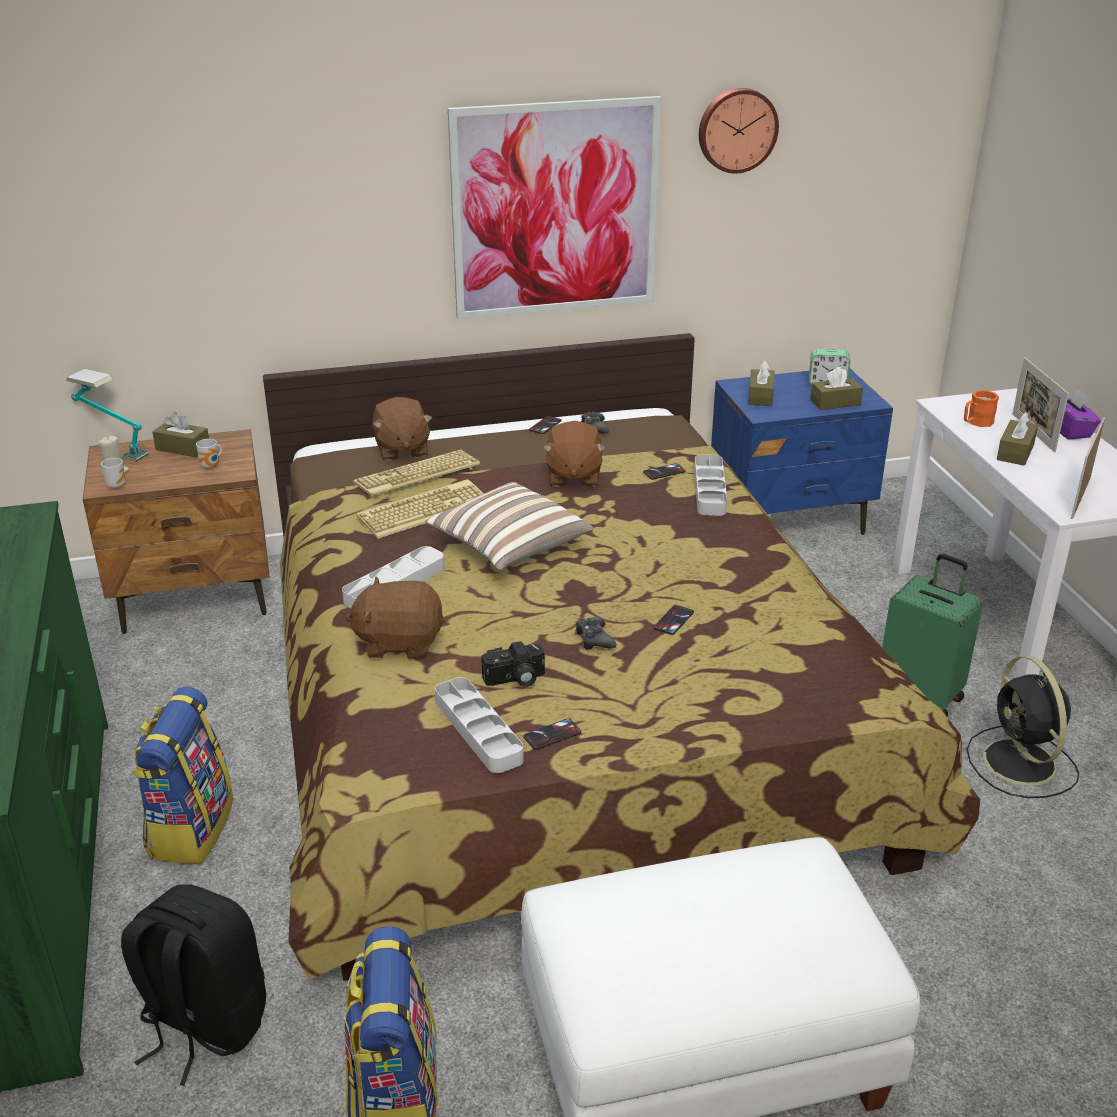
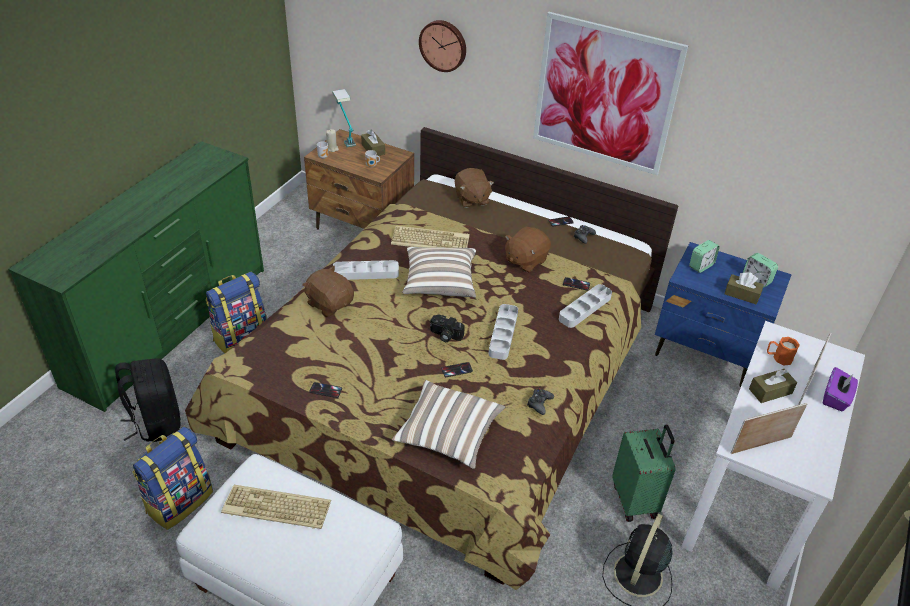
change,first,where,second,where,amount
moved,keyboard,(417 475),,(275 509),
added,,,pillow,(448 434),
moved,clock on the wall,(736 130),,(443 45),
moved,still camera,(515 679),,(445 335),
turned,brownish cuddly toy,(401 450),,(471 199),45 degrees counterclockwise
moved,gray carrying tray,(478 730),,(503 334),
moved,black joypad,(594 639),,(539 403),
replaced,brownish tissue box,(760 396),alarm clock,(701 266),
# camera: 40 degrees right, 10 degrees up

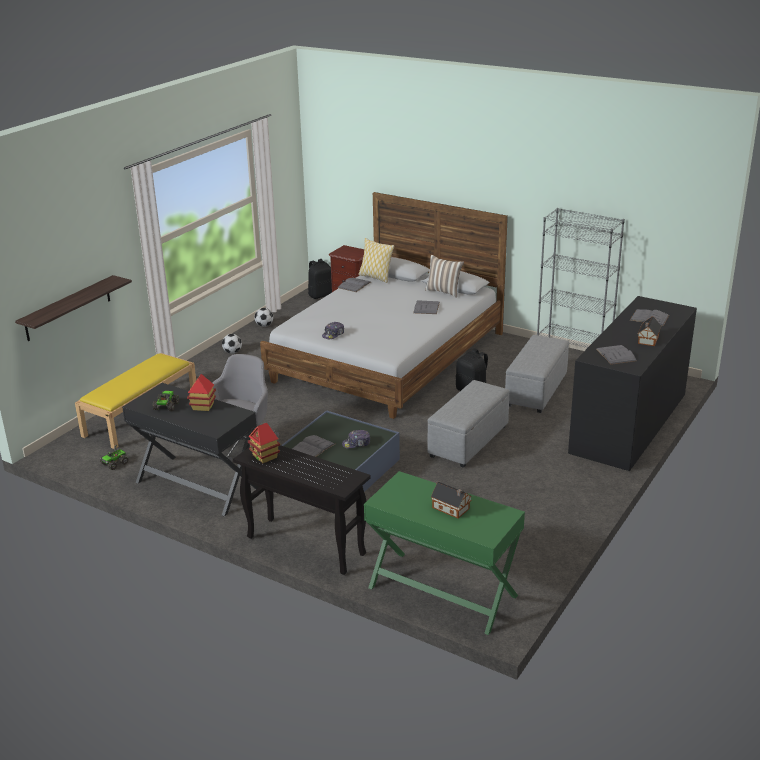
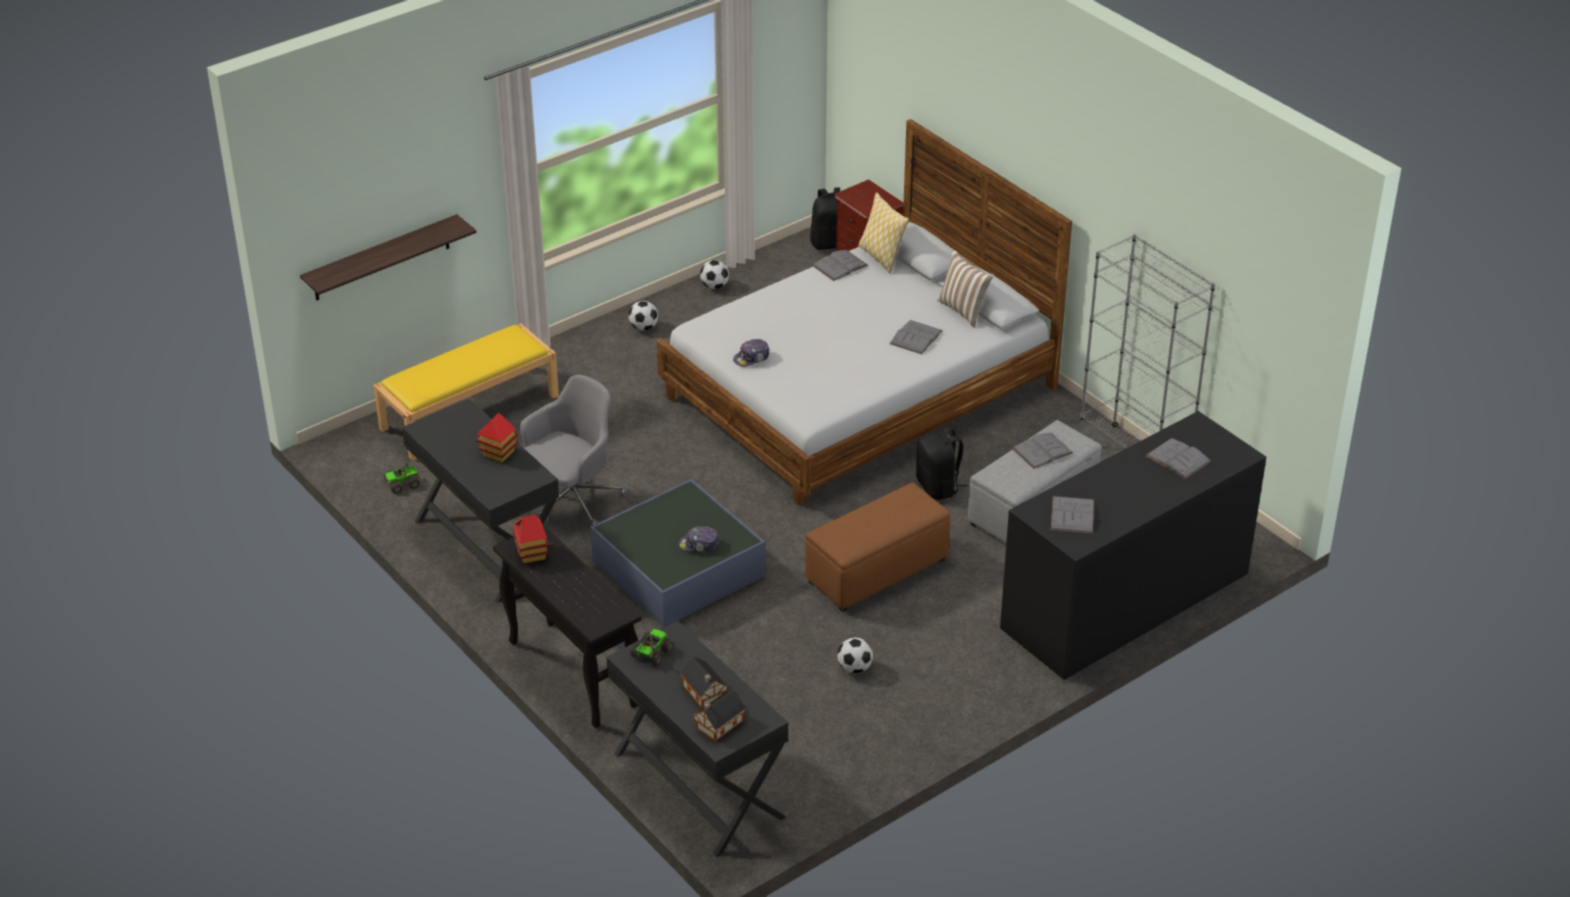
change,first,where,second,where,amount
recoloured,green-coloured desk,(442 592),black desk,(697 785),
moved,toy truck,(166 406),,(651 654),
moved,toy house,(647 340),,(718 725),
recoloured,gray footrest,(468 441),brownish footrest,(876 571),
added,,,football ball,(854 668),
moved,gray volume,(313 447),,(1042 451),
# camera: 20 degrees right, 10 degrees up

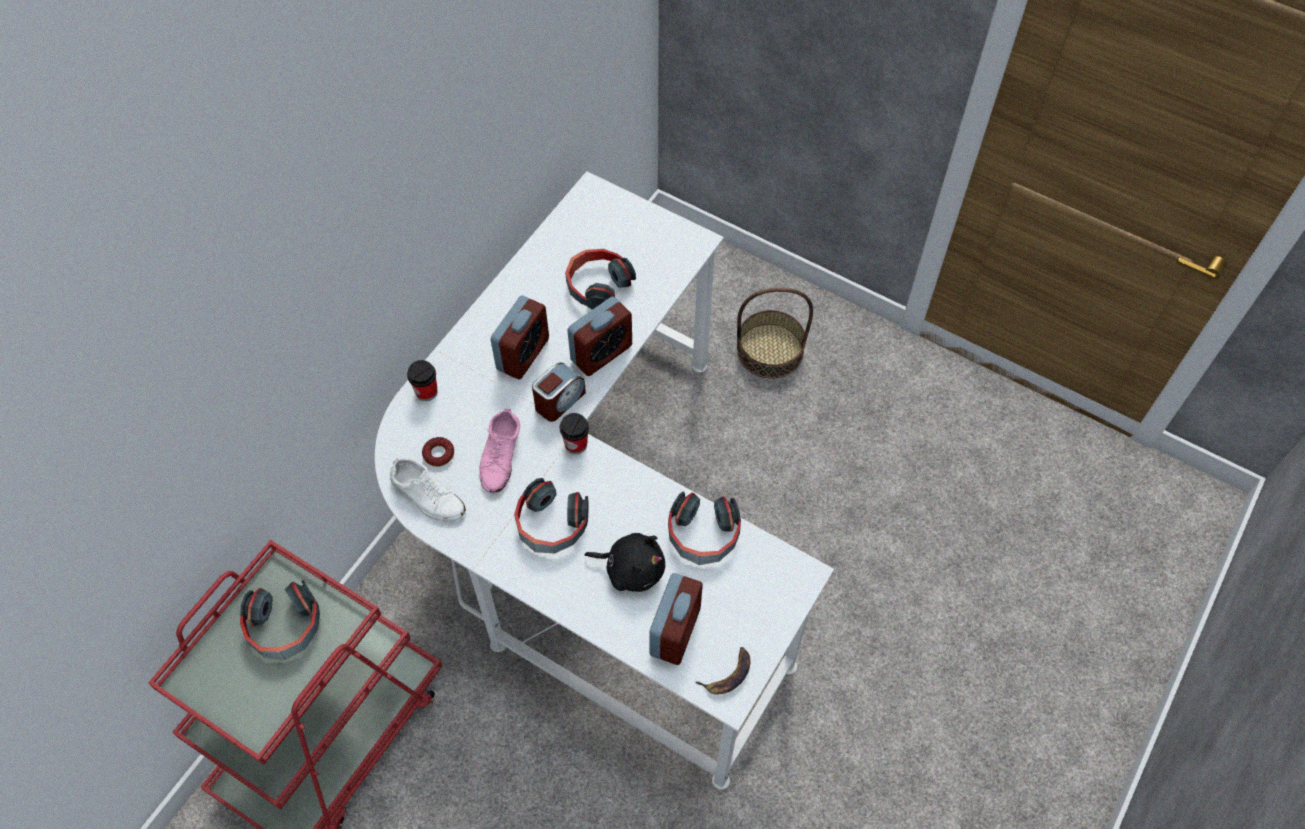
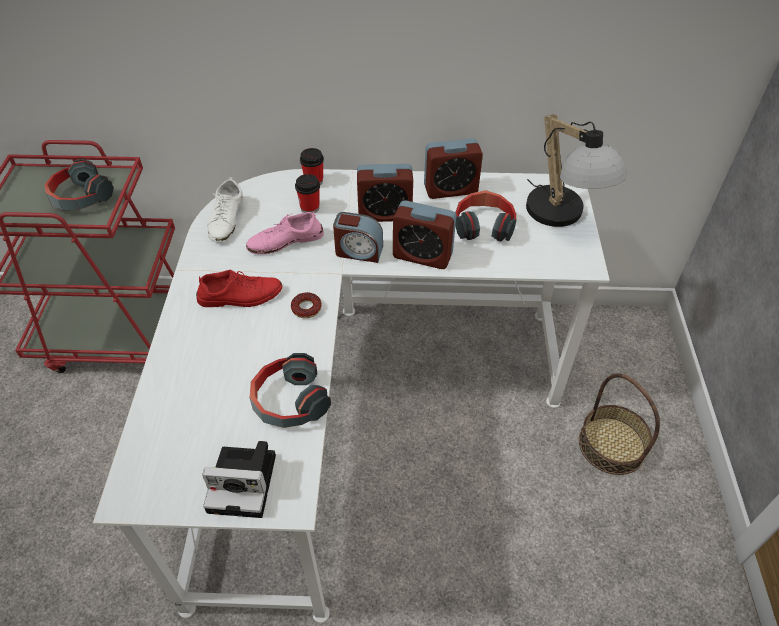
change,first,where,second,where,amount
replaced,headphones,(551 525),red-coloured item of footwear,(240 296),
added,,,still camera,(245 482),
moved,doughnut,(439 454),,(306 308),
moved,small cup,(576 444),,(310 208),
moved,alarm clock,(675 631),,(450 189),
added,,,table lamp,(563 218),
removed,black cuddly toy,(631 569),,,
removed,whole banana,(728 674),,,
# camera: 60 degrees right, 10 degrees down

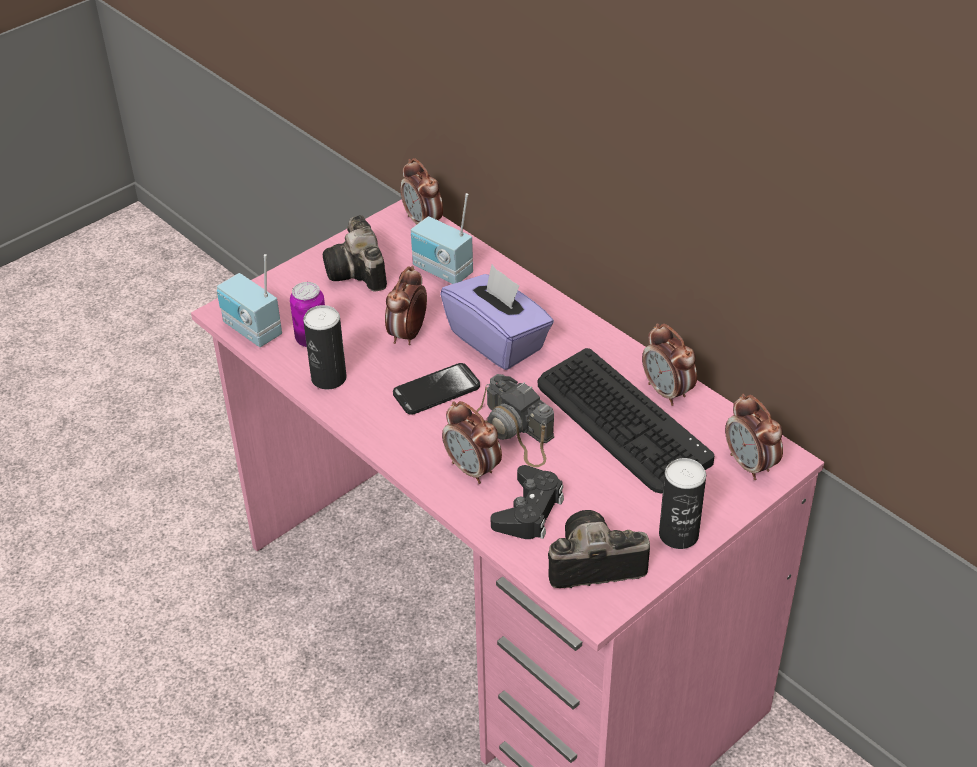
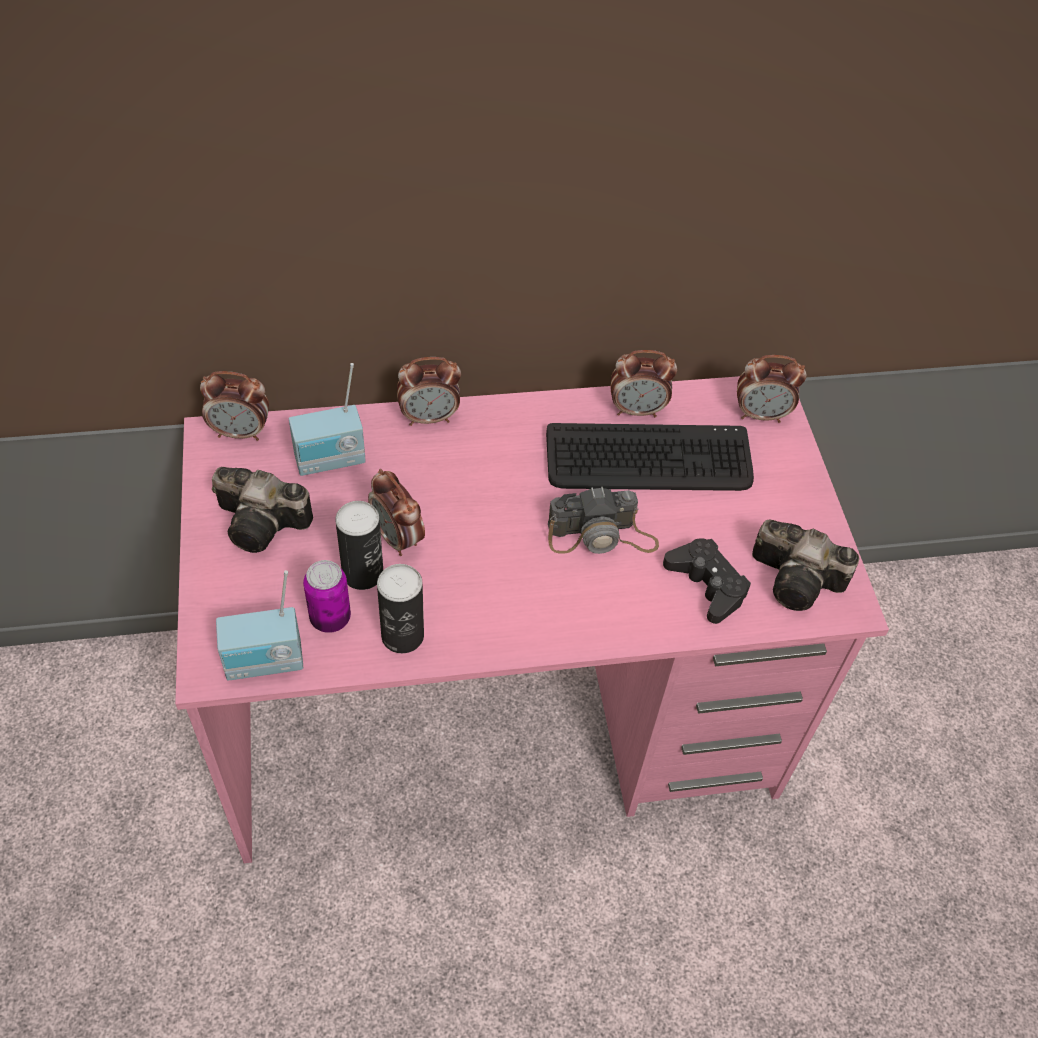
change,first,where,second,where,amount
moved,metal can,(678 535),,(362 573),
moved,alarm clock,(473 470),,(429 417),
turned,still camera,(589 565),,(799 581),90 degrees counterclockwise
removed,handset,(436 390),,,
removed,purple-coloured tissue box,(498 341),,,
# camera: 60 degrees left, 10 degrees up

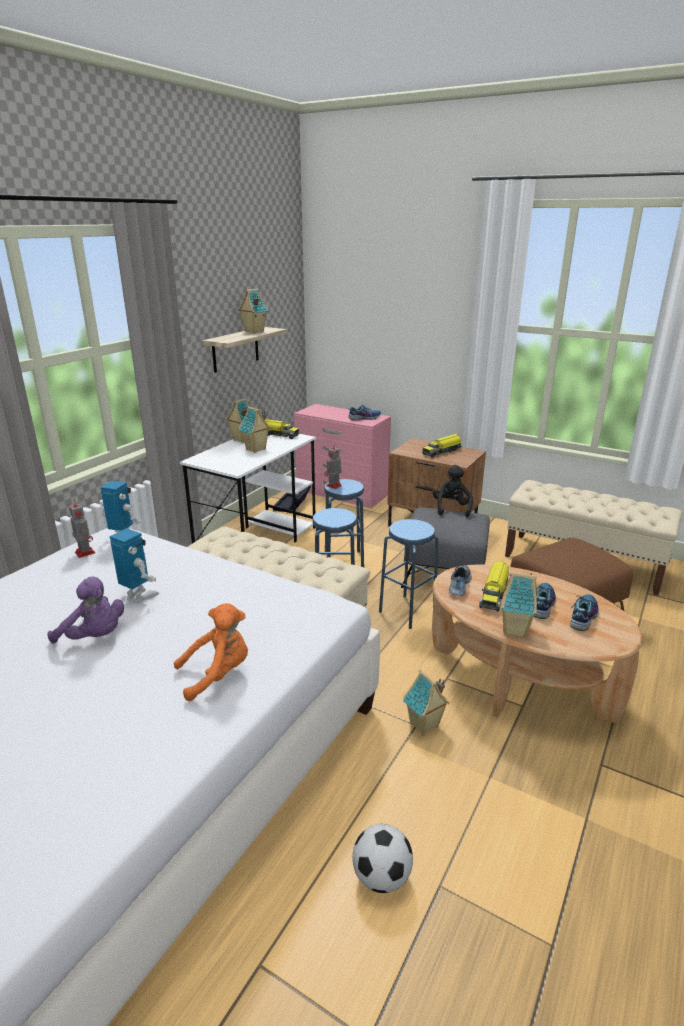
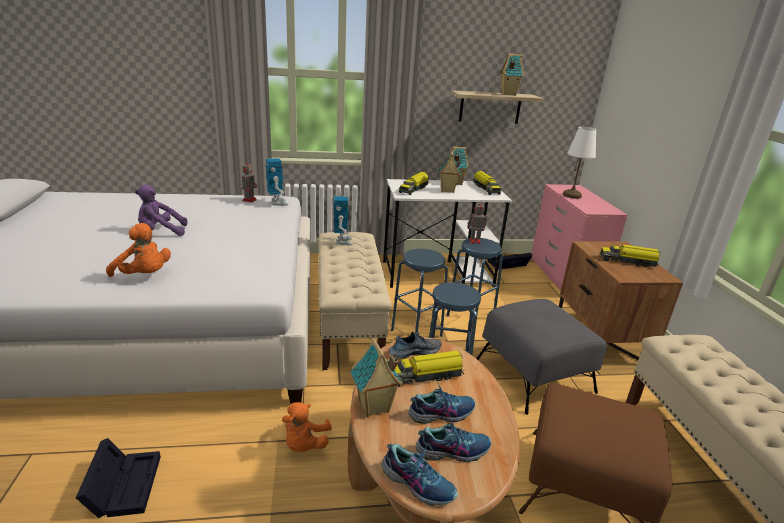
change,first,where,second,where,amount
replaced,football ball,(381 877),black storage box,(124 484),
turned,purple-coloured cuddly toy,(94 637),,(161 232),90 degrees clockwise
replaced,toy house,(424 726),orange cuddly toy,(304 444),
moved,model robot,(139 596),,(342 241),
moved,item of footwear,(364 418),,(418 483),
added,,,toy truck,(414 189),
added,,,whitish table lamp,(572 195),
removed,black cuddly toy,(451 508),,,
# camera: 50 degrees right, 0 degrees up

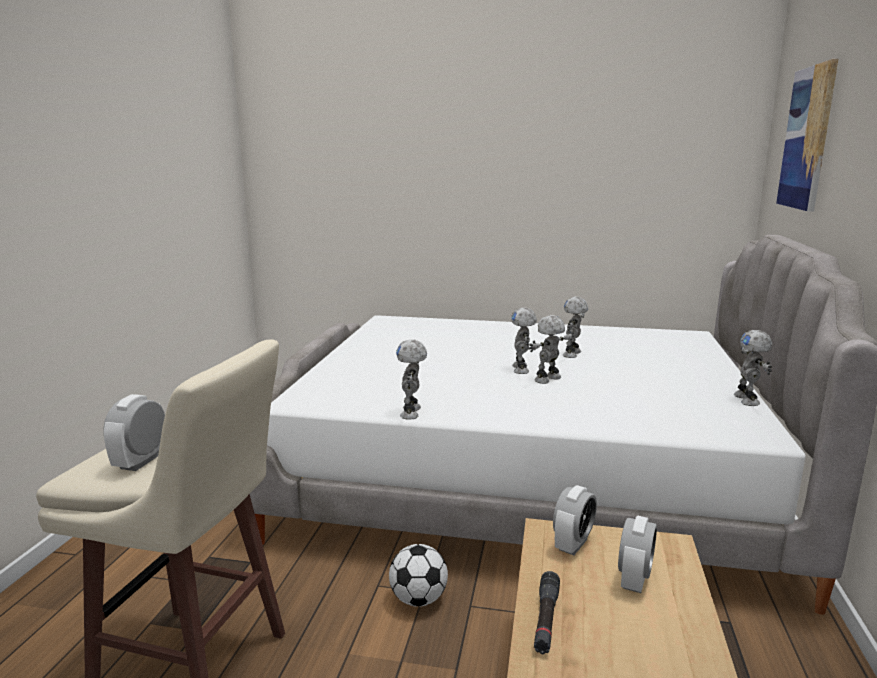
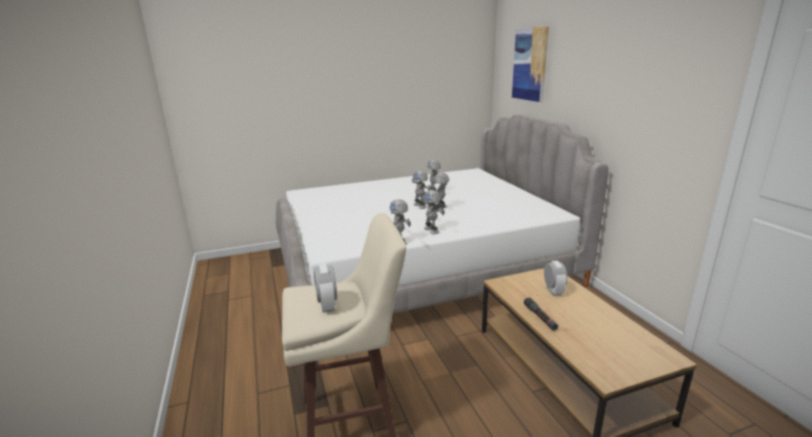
change,first,where,second,where,amount
moved,model robot,(747 400),,(432 230),
removed,football ball,(418 599),,,
removed,alarm clock,(573 544),,,
# camera: 30 degrees left, 5 degrees up

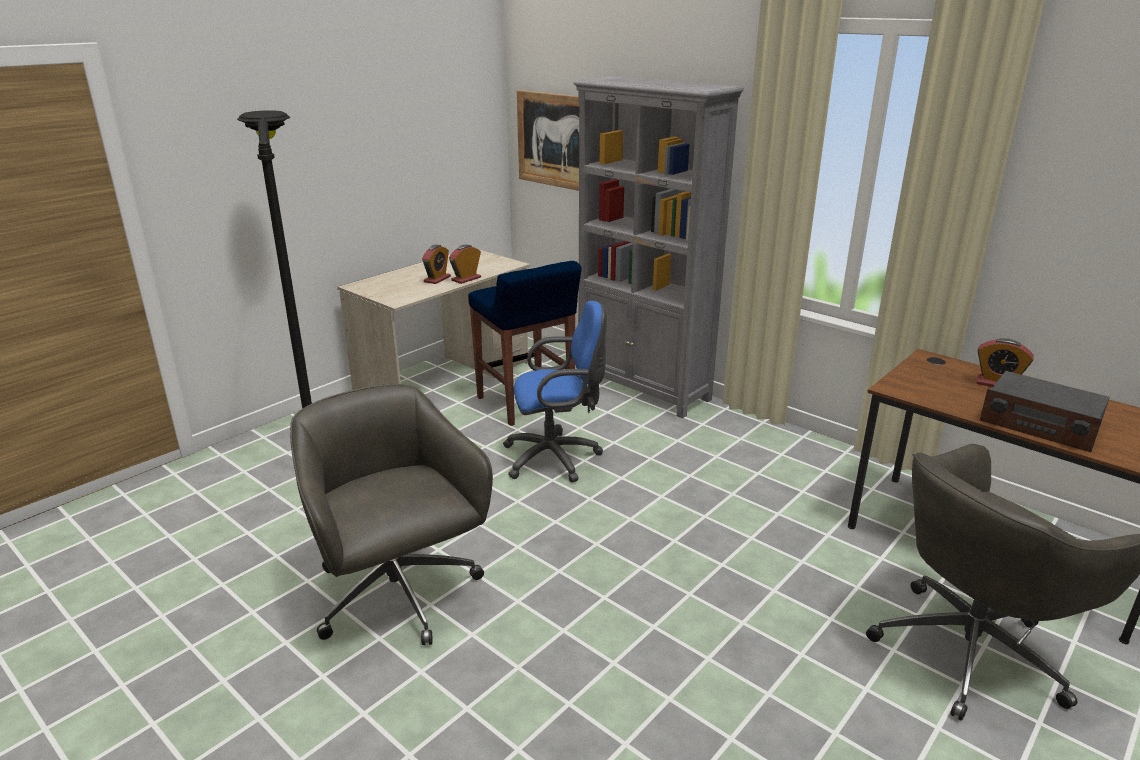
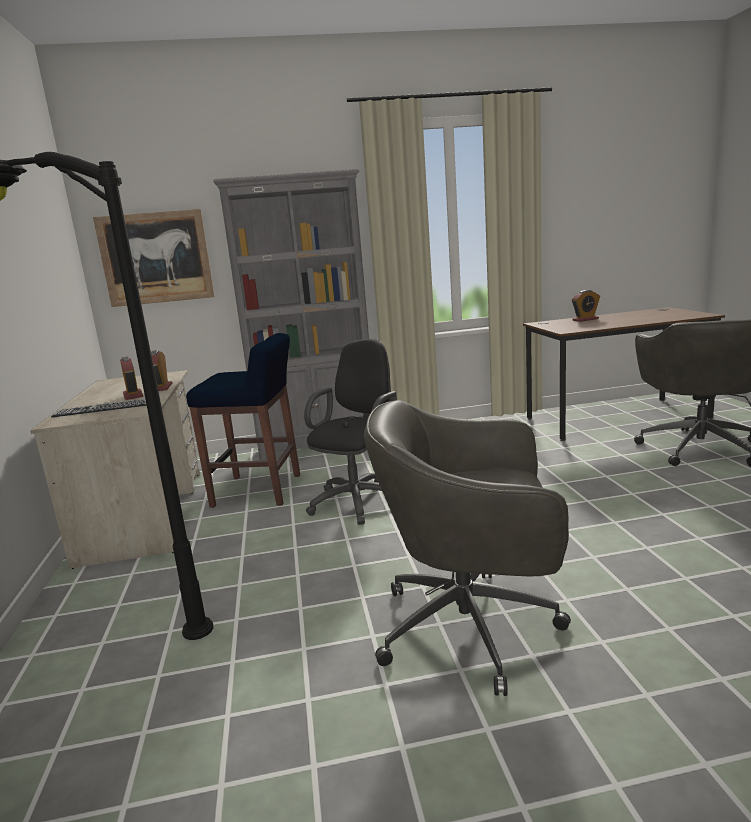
change,first,where,second,where,amount
added,,,keyboard,(104 408),
recoloured,bluish desk chair,(557 458),black desk chair,(359 500),
removed,radio,(1040 424),,,
# camera: 50 degrees left, 10 degrees down

